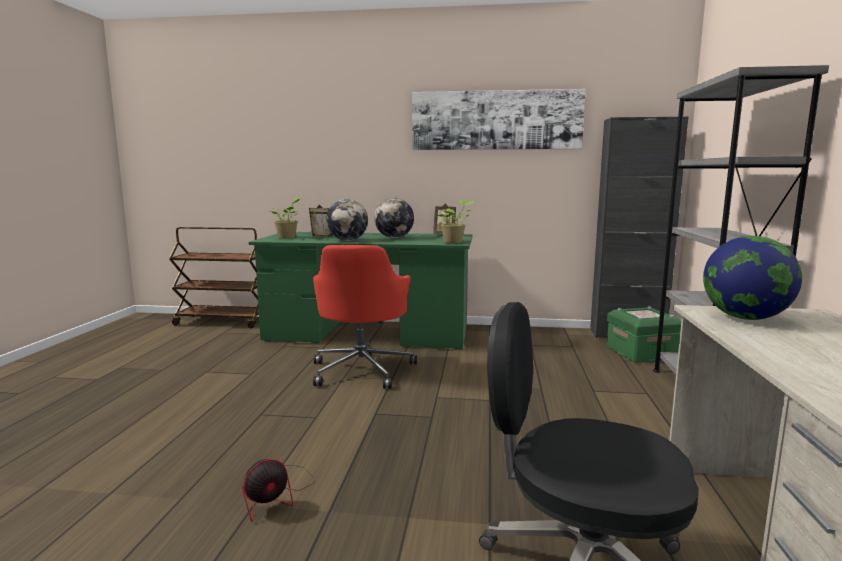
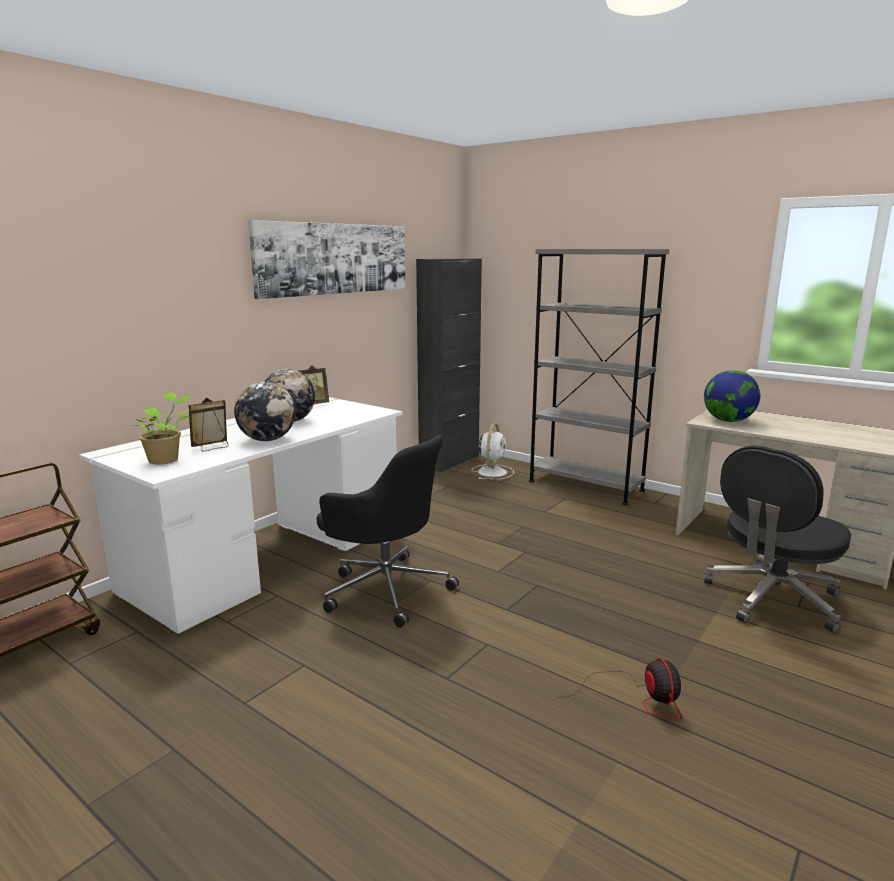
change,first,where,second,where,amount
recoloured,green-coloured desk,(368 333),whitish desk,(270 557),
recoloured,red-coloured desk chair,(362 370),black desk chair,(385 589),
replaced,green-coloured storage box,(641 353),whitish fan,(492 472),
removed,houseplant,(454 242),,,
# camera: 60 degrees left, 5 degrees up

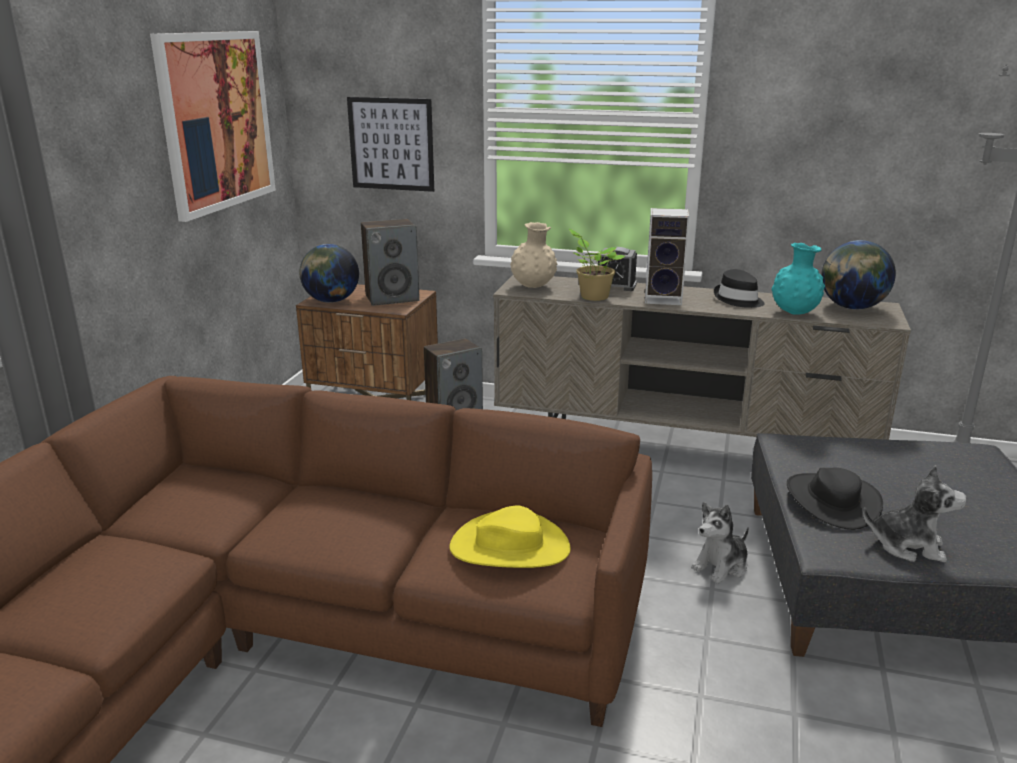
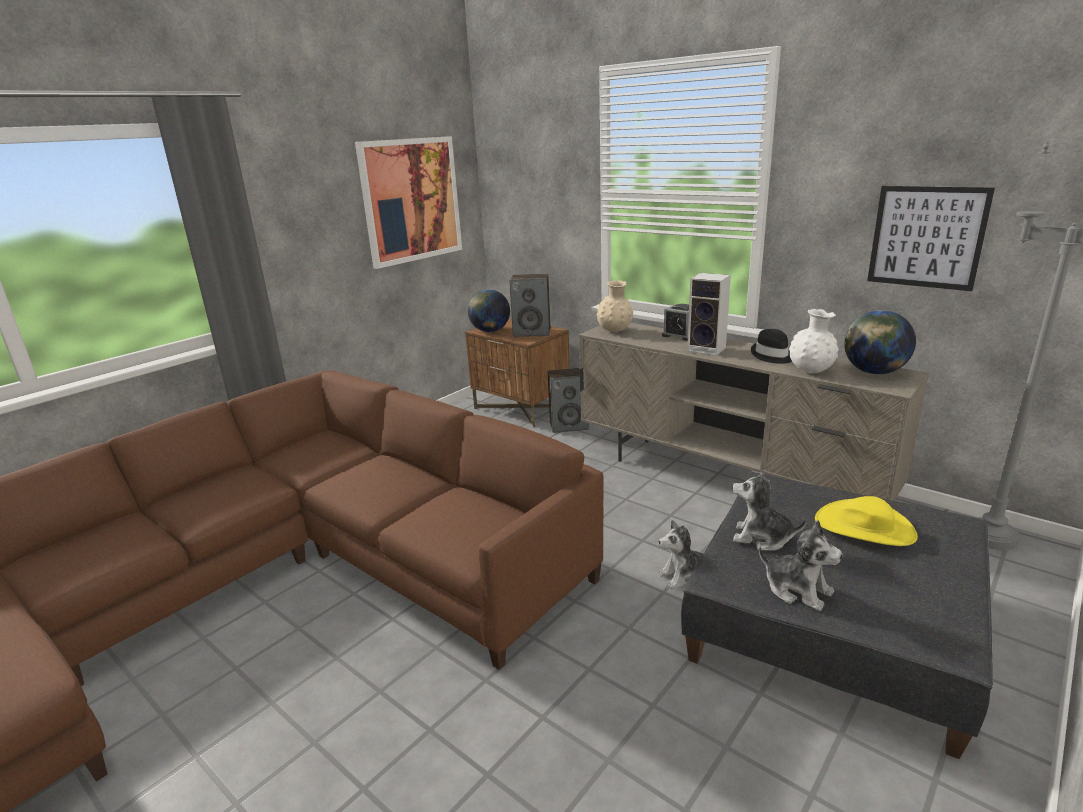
change,first,where,second,where,amount
replaced,black clothing hat,(832 501),cuddly toy,(762 538),
recoloured,turquoise decorative vase,(794 313),whitish decorative vase,(811 371),
moved,yellowish clothing hat,(510 547),,(864 527),
moved,wall art,(391 144),,(926 237),
removed,houseplant,(592 296),,,
# camera: 25 degrees right, 0 degrees up

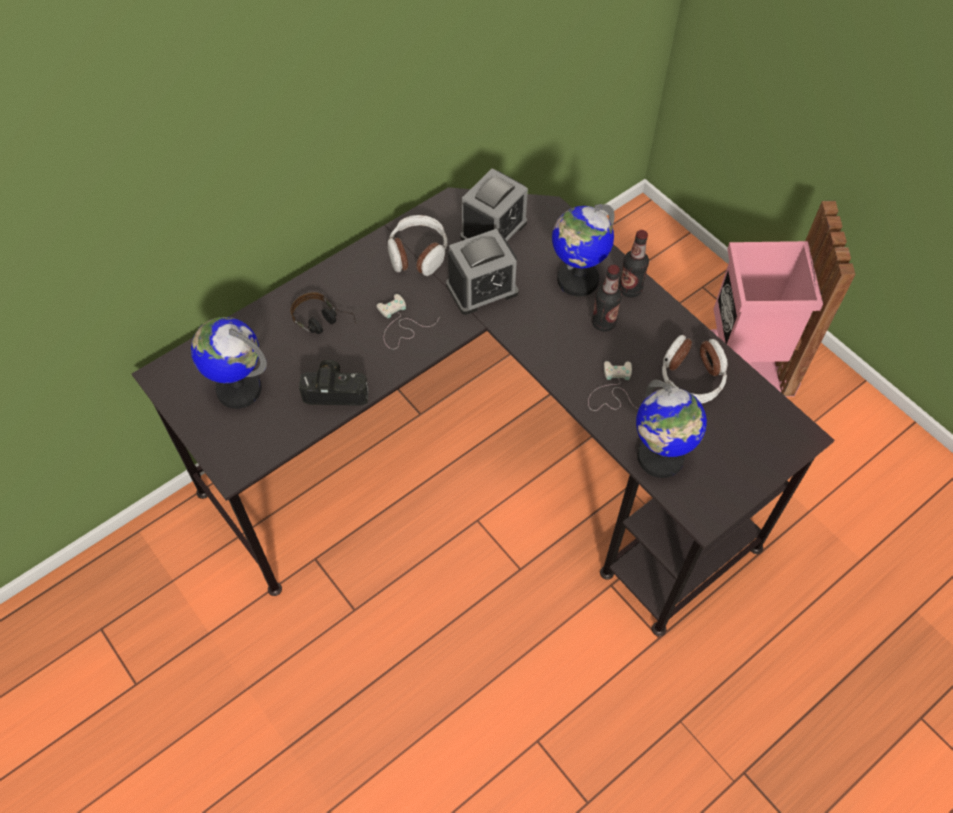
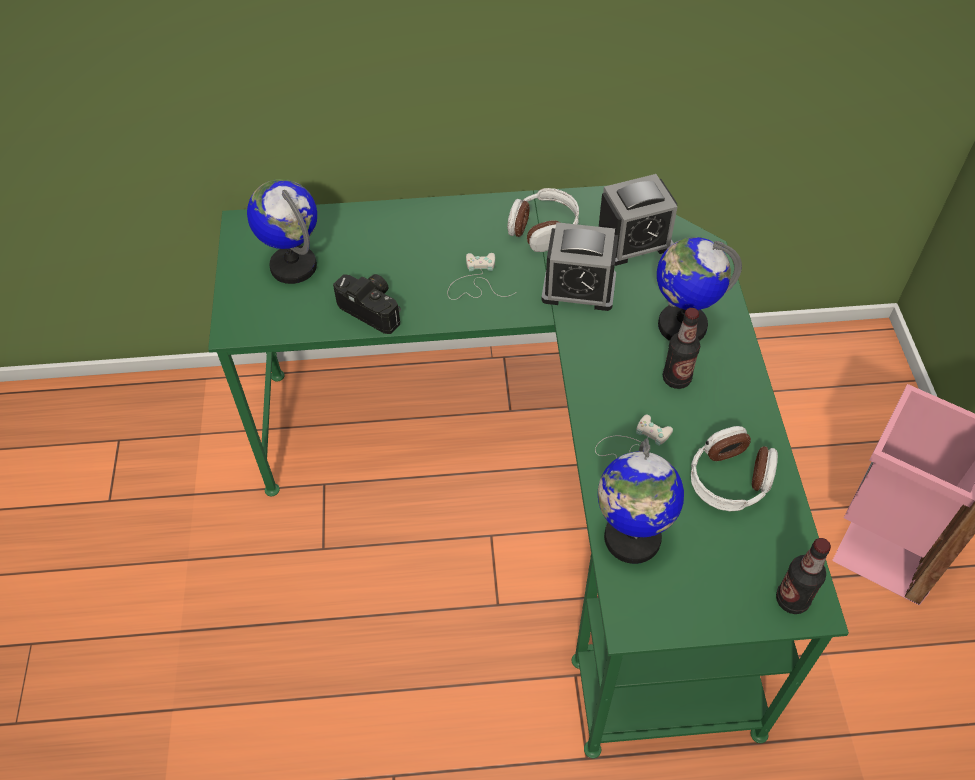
change,first,where,second,where,amount
recoloured,black desk,(482 463),green-coloured desk,(535 486),
moved,bottle,(630 289),,(792 600),
removed,headphones,(324 323),,,
# camera: 35 degrees right, 5 degrees down

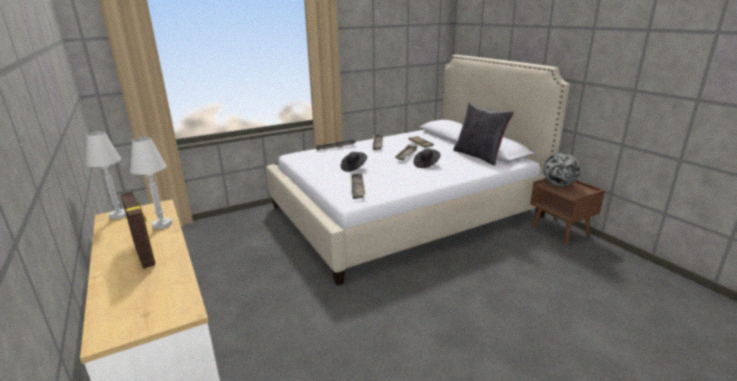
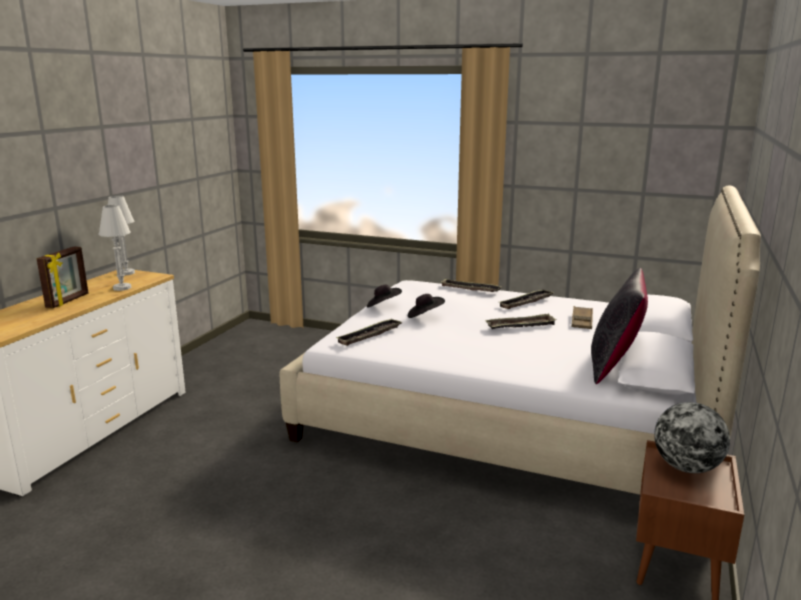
change,first,where,second,where,amount
moved,black clothing hat,(426 164),,(383 306),
# camera: 50 degrees right, 5 degrees down

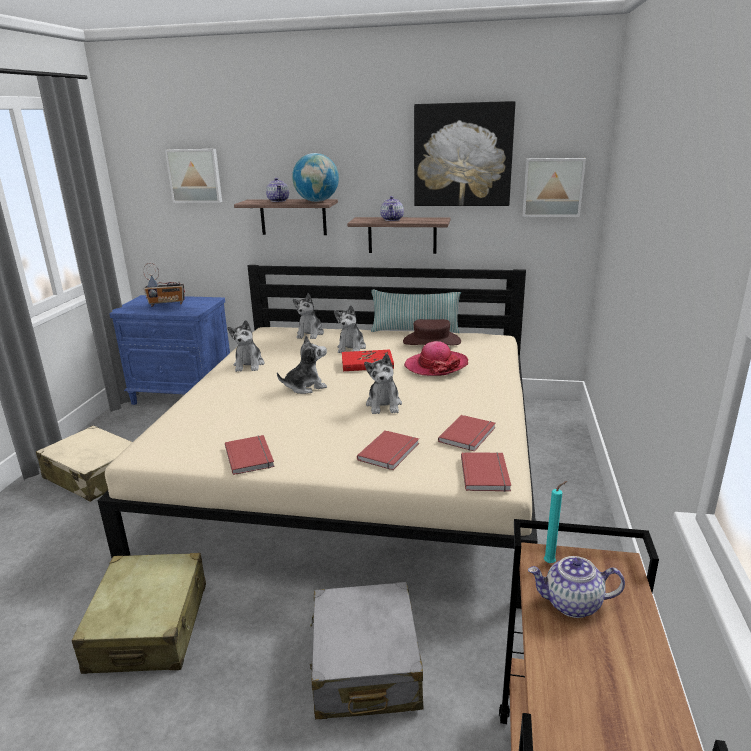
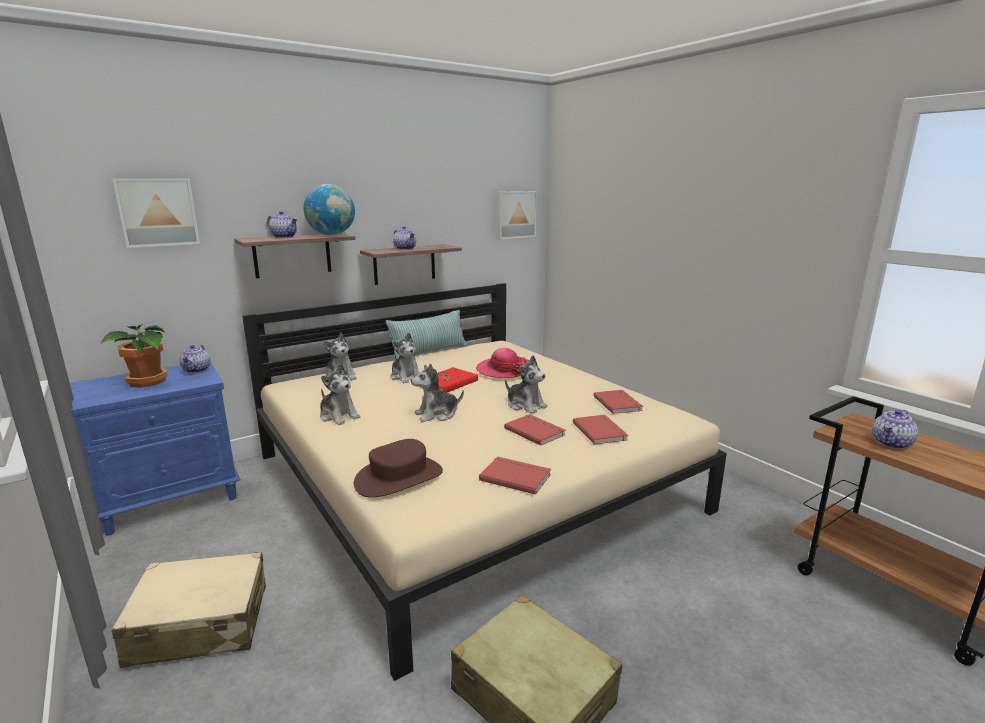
change,first,where,second,where,amount
replaced,radio,(167 305),houseplant,(147 382),
added,,,teapot,(197 370),
moved,brownish clothing hat,(431 341),,(399 478),
turned,cuddly toy,(305 387),,(437 414),135 degrees counterclockwise
moved,red-coloured volume,(487 473),,(535 431),
removed,gray suitcase,(365 665),,,
removed,wall art,(462 155),,,
removed,turquoise wax light,(551 562),,,
# camera: 45 degrees left, 5 degrees down

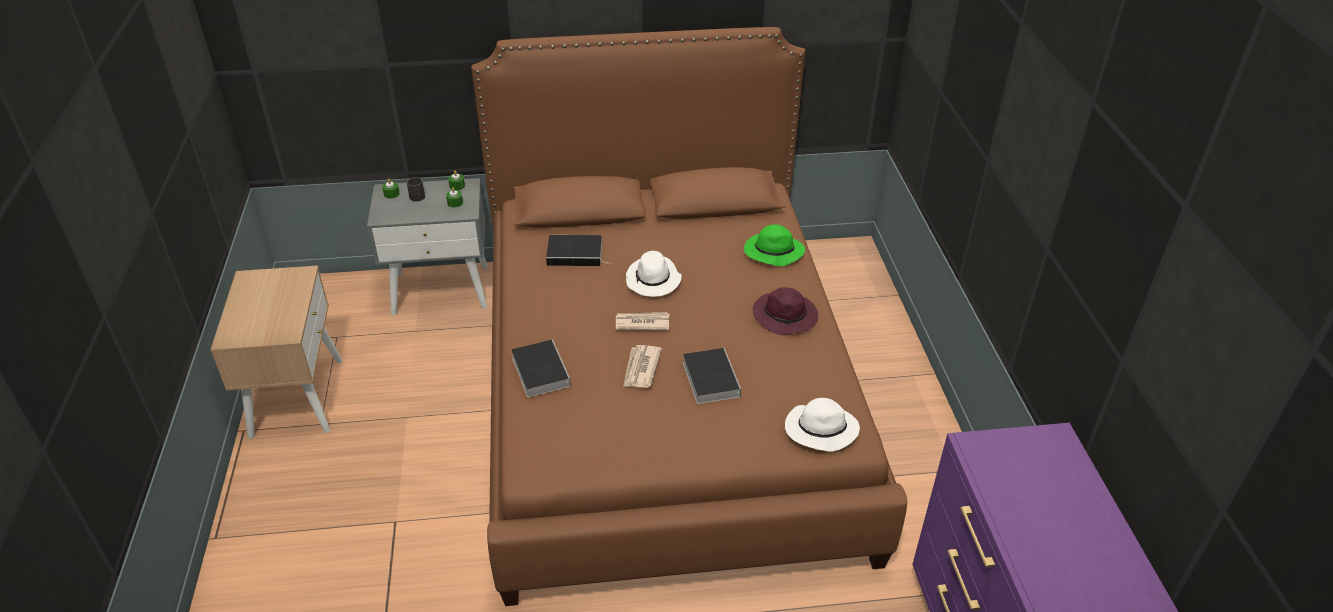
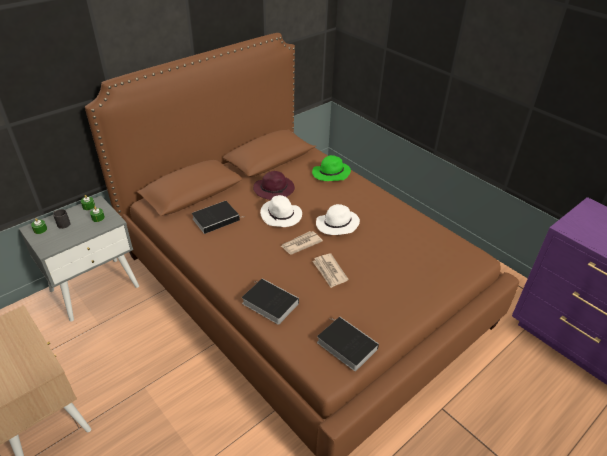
change,first,where,second,where,amount
moved,purple-coloured clothing hat,(786 316),,(274 190),
moved,whitish clothing hat,(820 430),,(337 225),
moved,volume,(709 377),,(345 345),
# camera: 35 degrees left, 0 degrees up

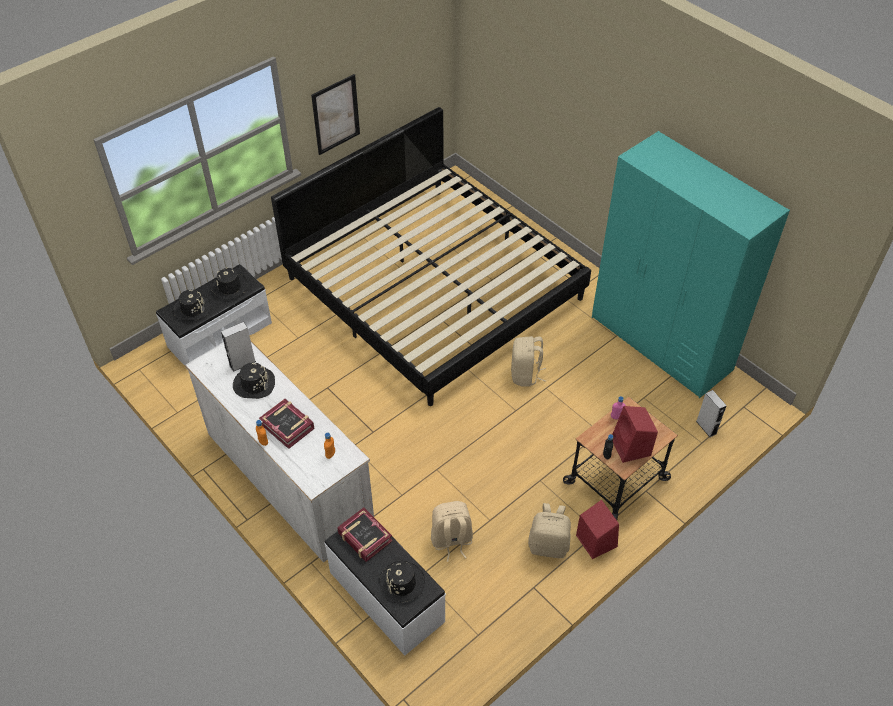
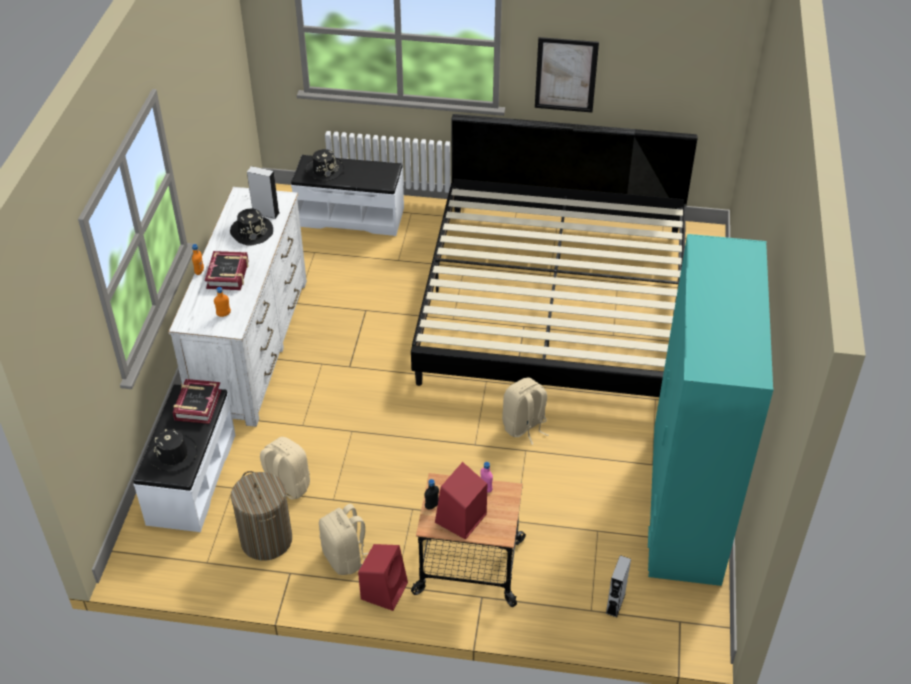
change,first,where,second,where,amount
added,,,laundry basket,(266 540),
removed,black clothing hat,(229 287),,,
# camera: 50 degrees right, 5 degrees down

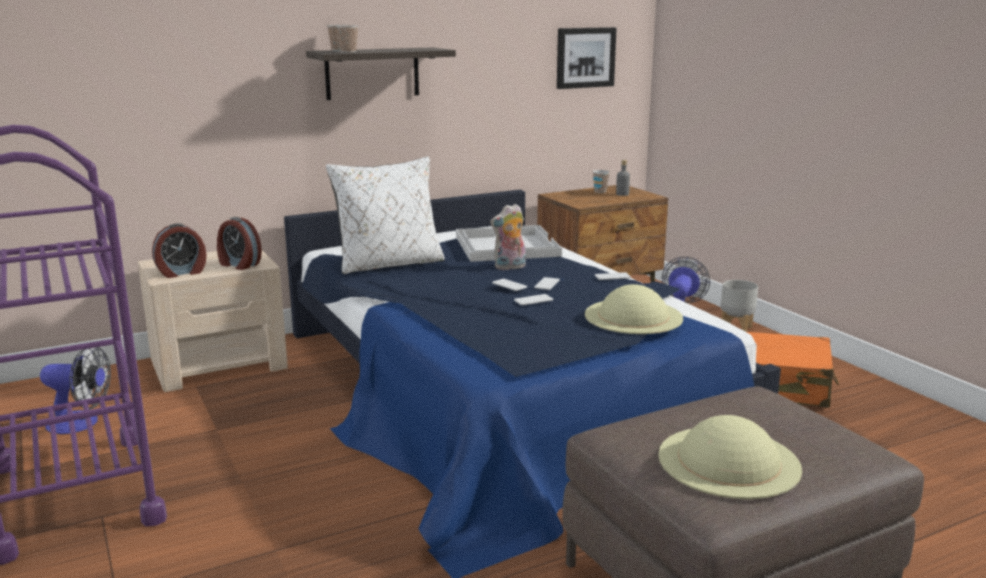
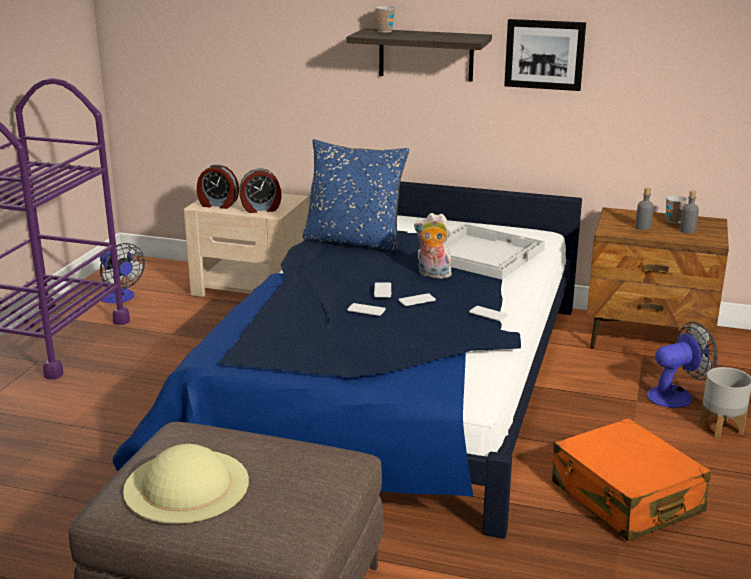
change,first,where,second,where,amount
turned,alarm clock,(239 265),,(261 209),90 degrees counterclockwise
recoloured,whitish pillow,(389 264),bluish pillow,(354 241),
moved,wall art,(585 57),,(544 54),
added,,,gray bottle,(643 227),
removed,small cup,(348 52),,,
removed,beige clothing hat,(633 316),,,
# camera: 45 degrees right, 5 degrees up

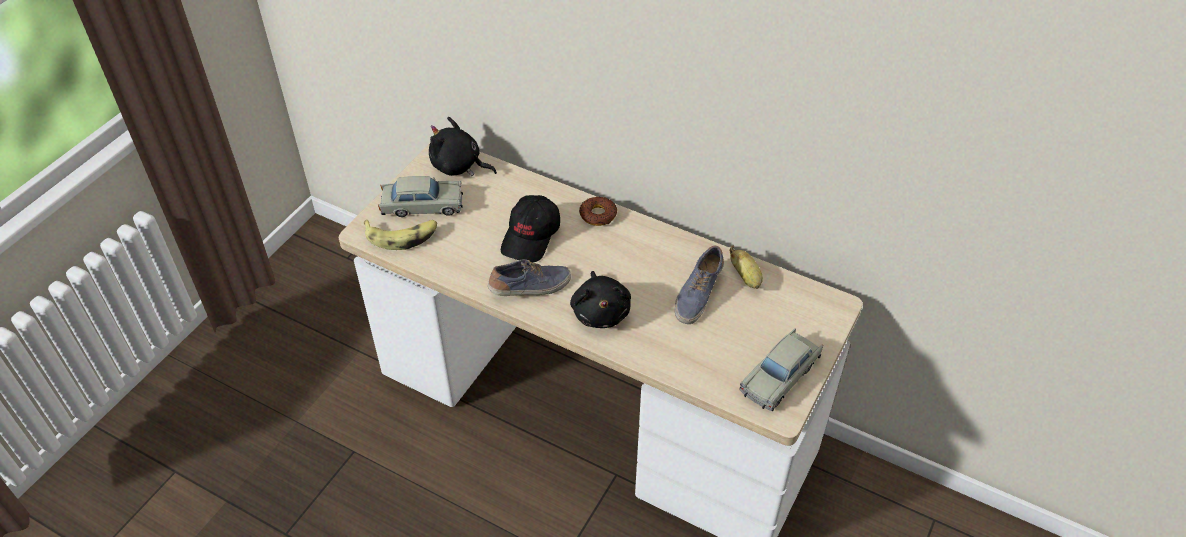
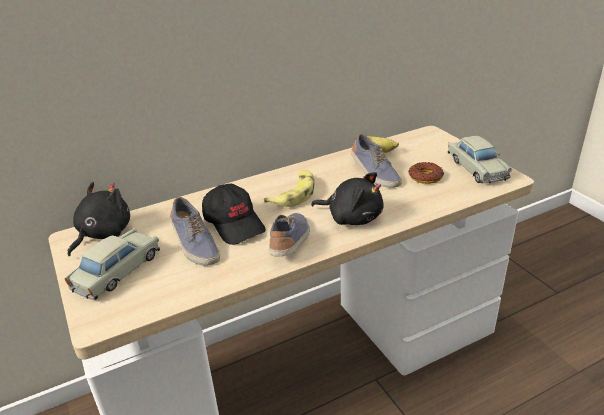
change,first,where,second,where,amount
turned,black cuddly toy,(458 166),,(102 234),150 degrees clockwise
added,,,item of footwear,(194 244),
moved,whole banana,(402 236),,(294 194),
moved,doughnut,(598 215),,(425 177),
# camera: 55 degrees left, 15 degrees down

